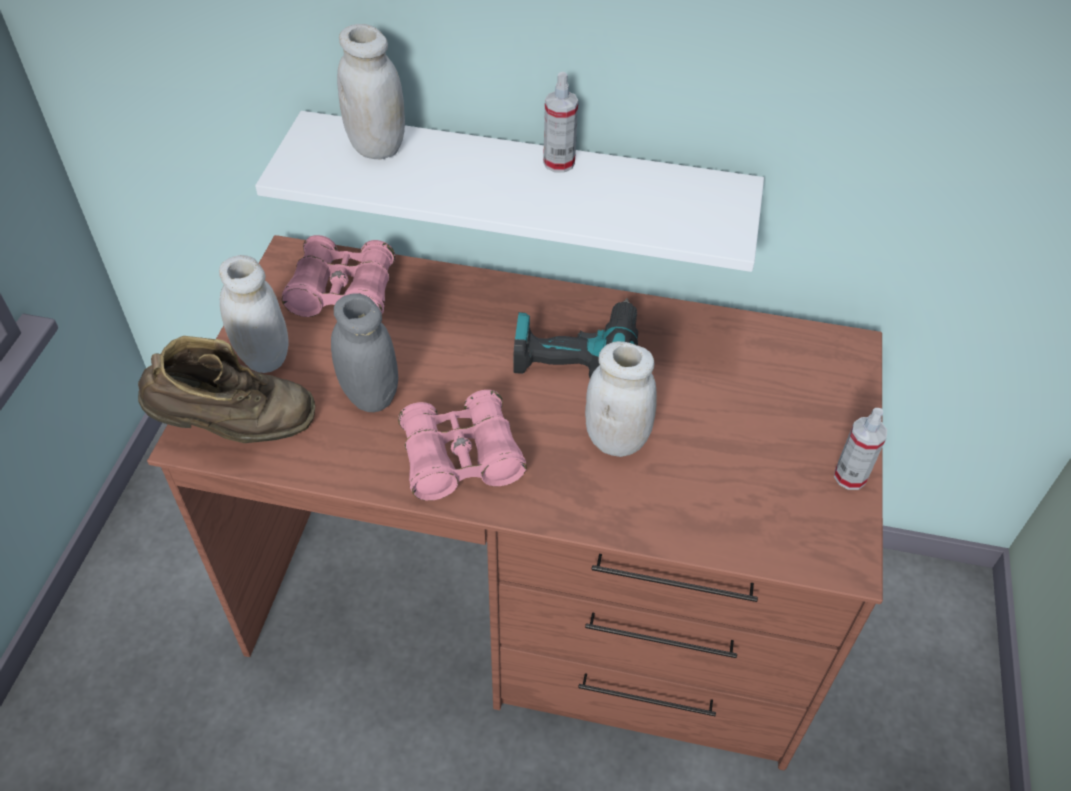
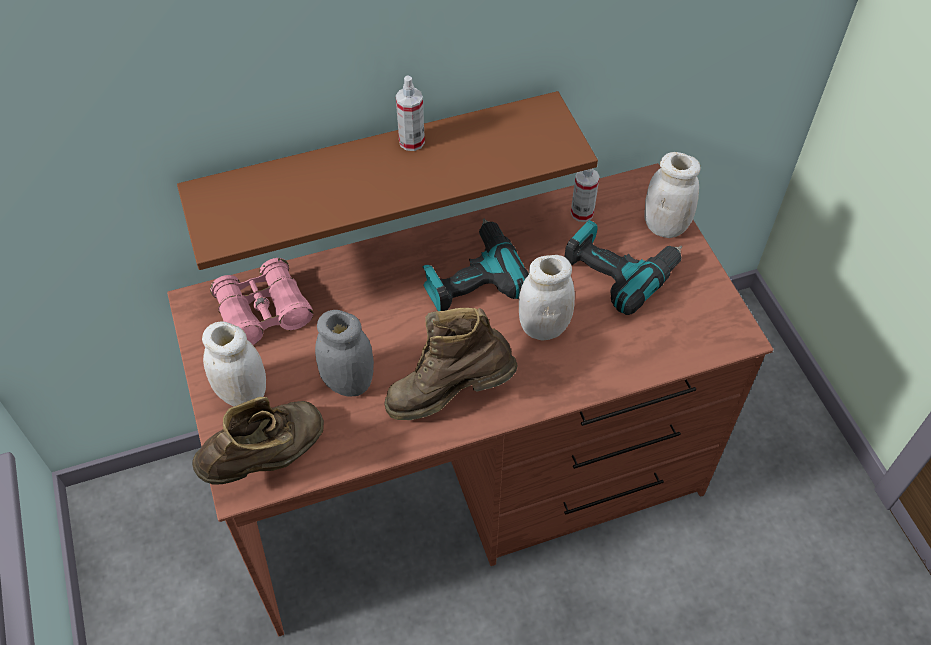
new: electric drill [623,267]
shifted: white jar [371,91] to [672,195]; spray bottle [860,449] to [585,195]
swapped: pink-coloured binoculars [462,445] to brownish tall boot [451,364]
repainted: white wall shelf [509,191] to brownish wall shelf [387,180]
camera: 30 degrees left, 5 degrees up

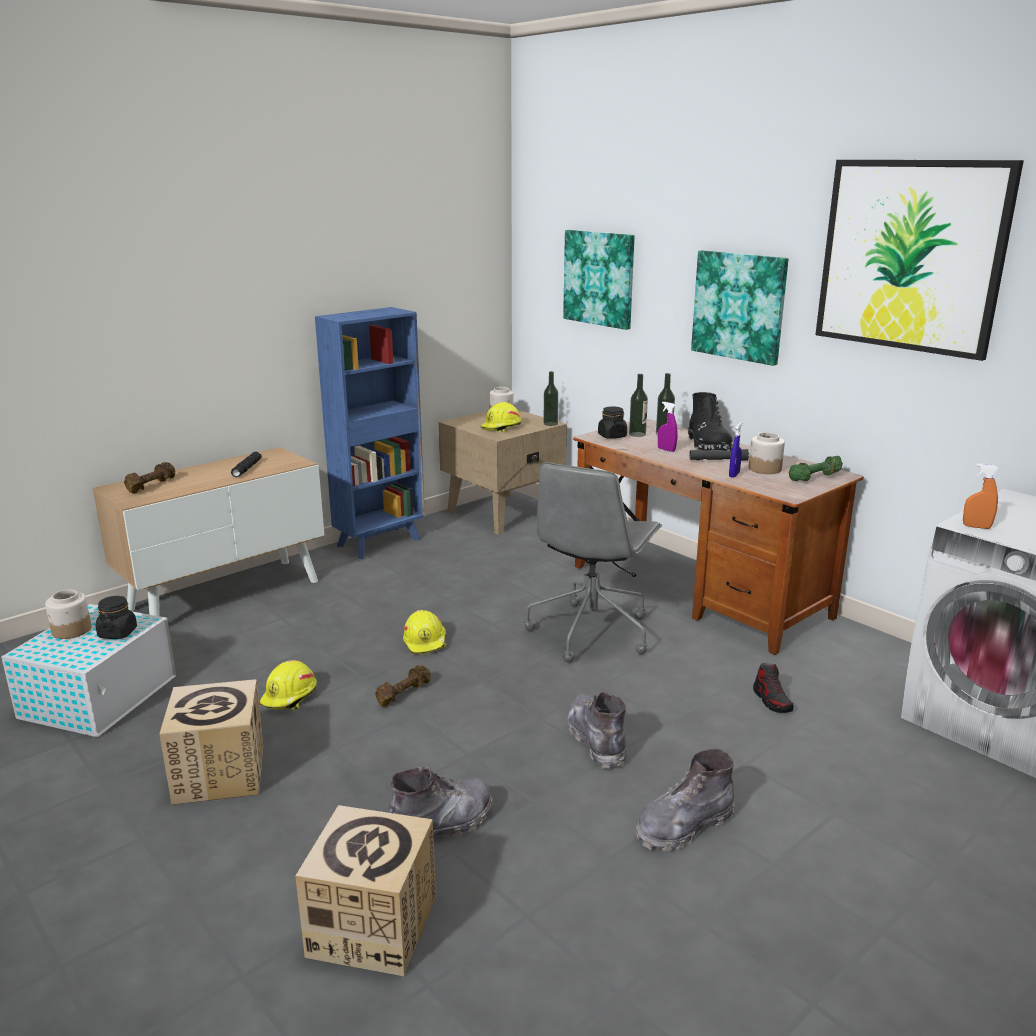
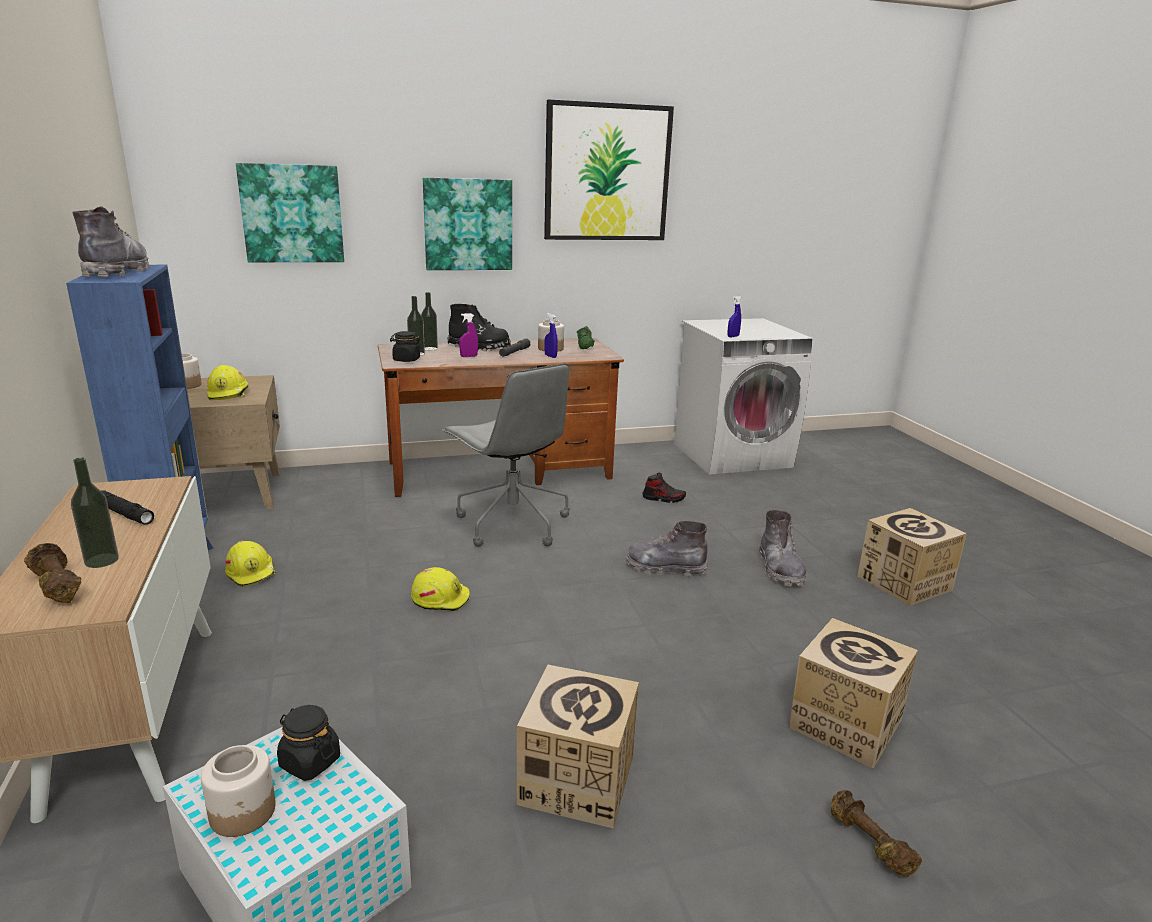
new: packing box [912,557]
shifted: yellow safety helmet [288,685] to [250,564]; brownish free weight [403,686] to [876,833]; greyish tall boot [440,802] to [110,241]; bottle [550,398] to [95,512]
repainted: orange spray bottle [981,496] to blue-coloured spray bottle [734,316]
camera: 65 degrees left, 0 degrees up

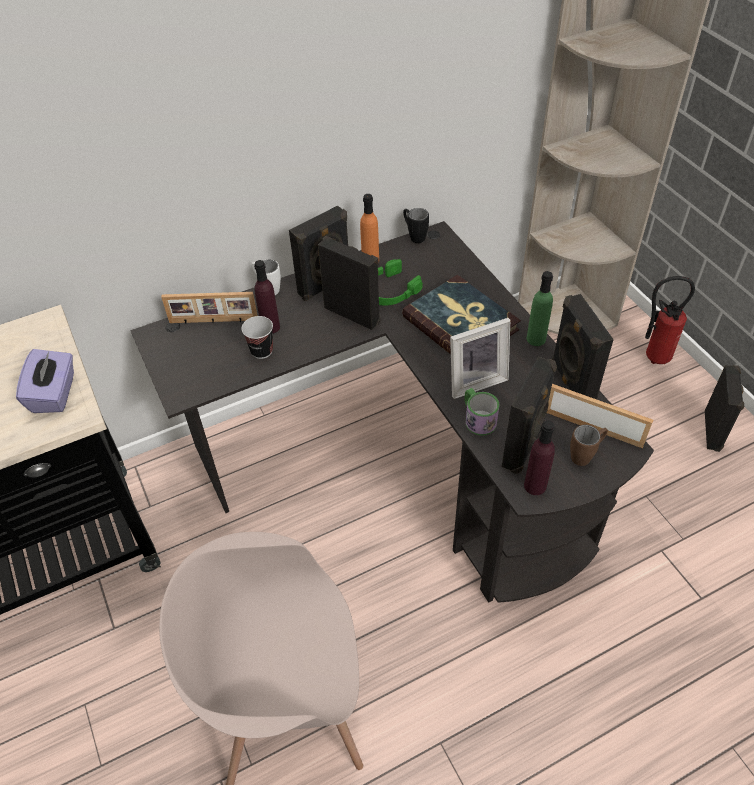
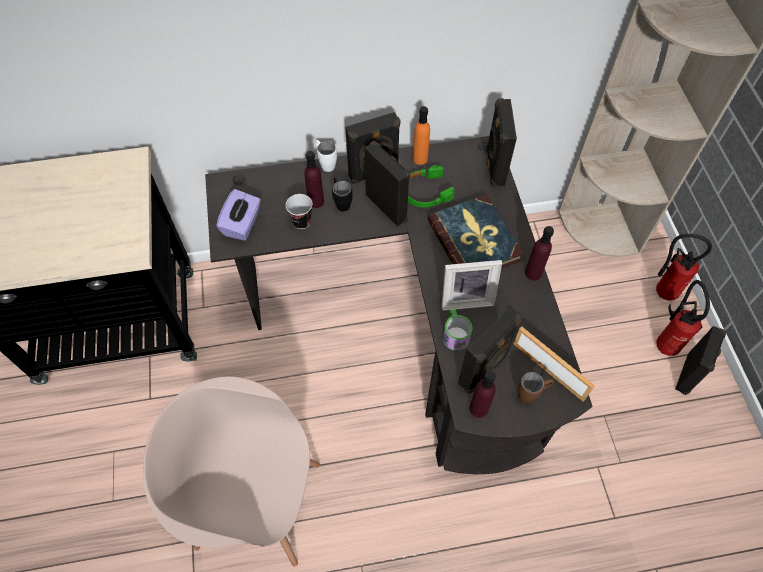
gone: standing frame [209,308]
new: fire-fighting cylinder [683,318]
shifted: purplish tissue box [45,381] to [238,215]; black coffee mug [416,225] to [342,194]; black speaker [583,346] to [501,142]
repainted: greenish bottle [540,308] to purplish bottle [539,253]
camera: 15 degrees right, 10 degrees up

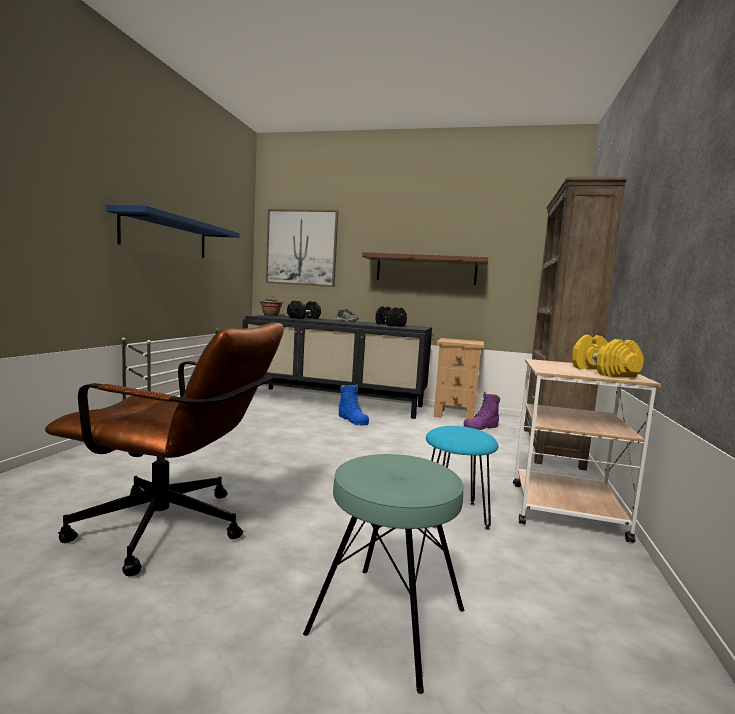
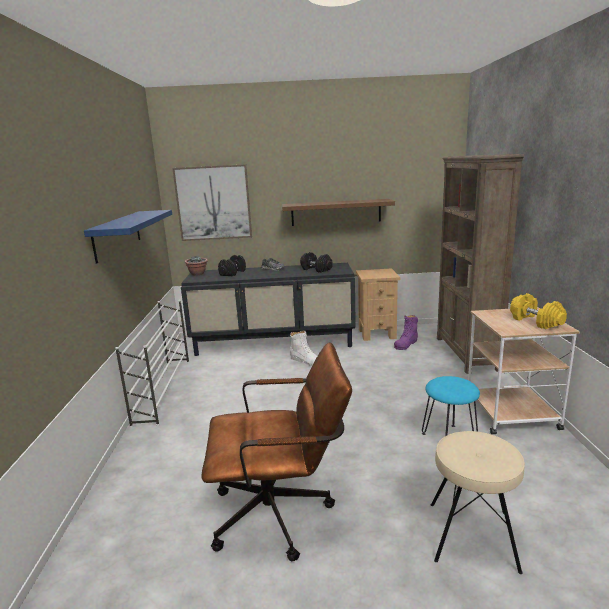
repainted: blue-green sitting stool [383,574] to beige sitting stool [478,502]; blue-coloured tall boot [354,404] to white tall boot [303,348]
camera: 15 degrees left, 10 degrees up

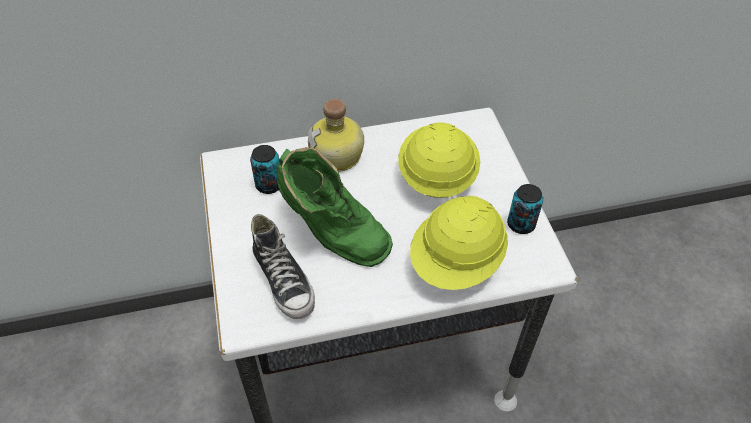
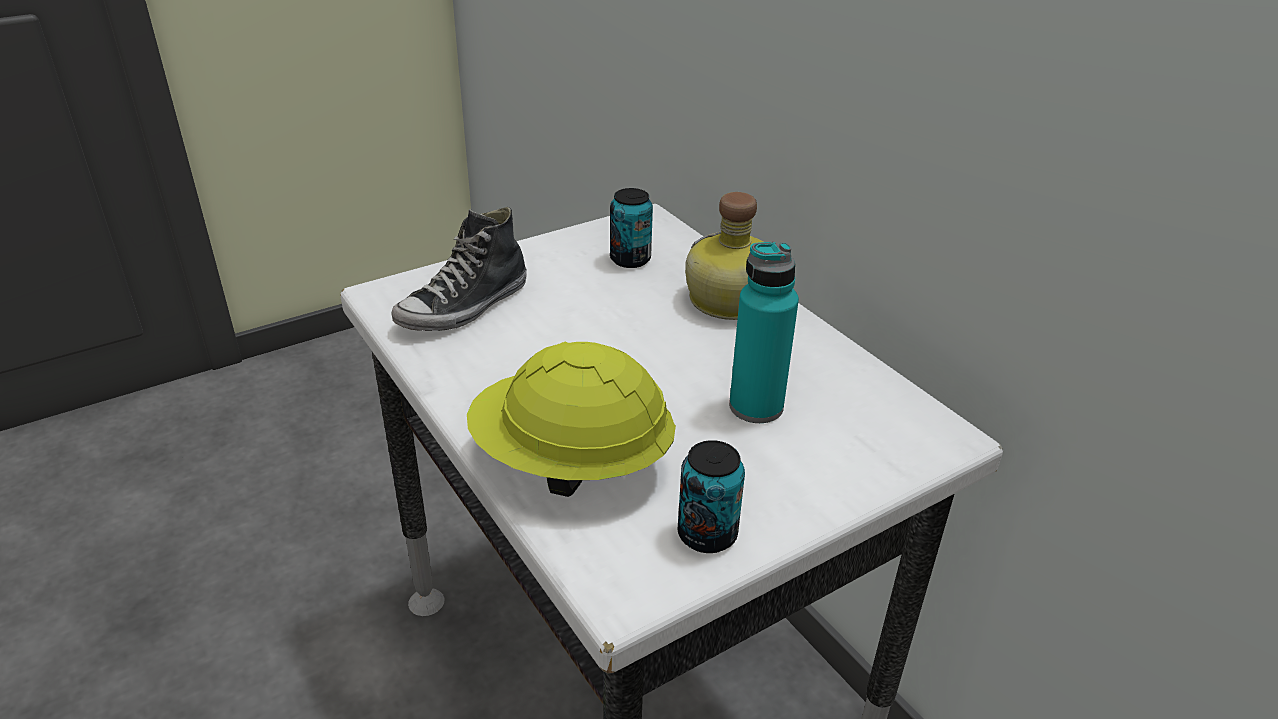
gone: greenish tall boot [335,207]
swapped: yellow safety helmet [439,160] to blue-green bottle [764,332]
camera: 70 degrees right, 15 degrees down

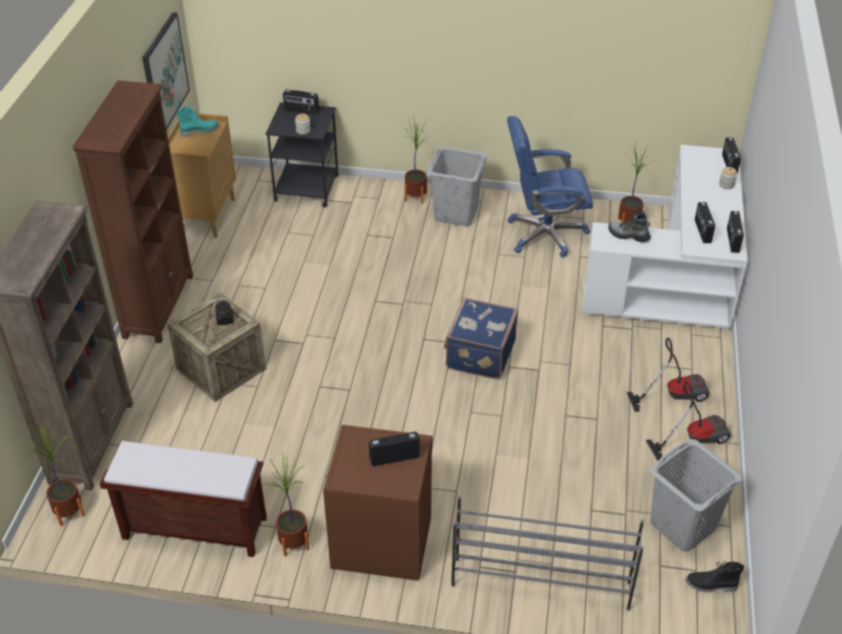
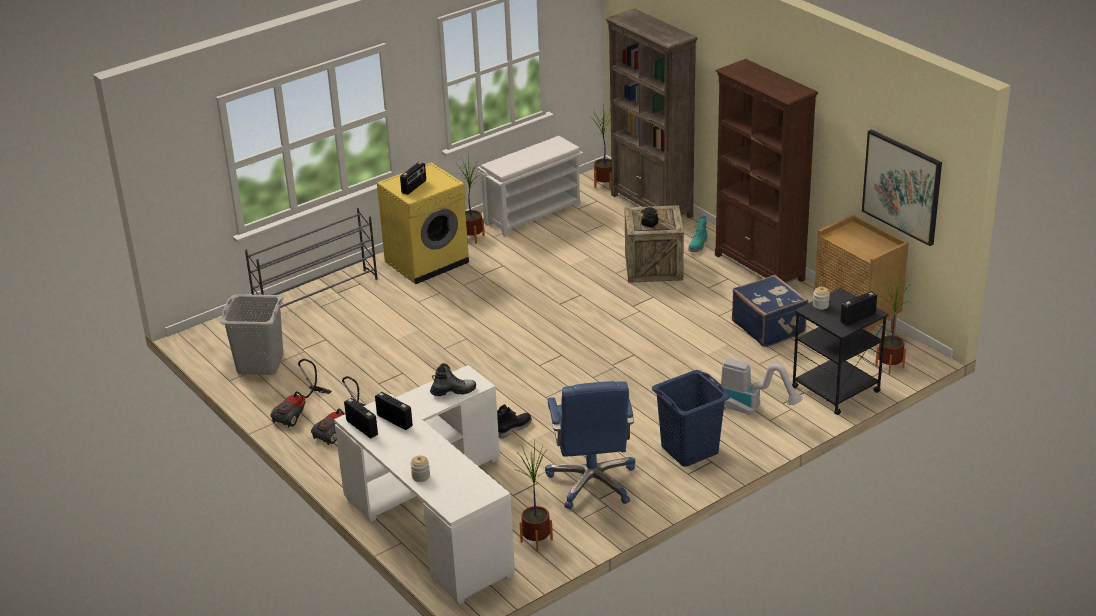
gone: radio receiver [731,156]
new: hoover [762,386]
shifted: blue-green tall boot [197,121] to [697,234]; plant in a pot [416,161] to [893,325]; blue-coloured travel case [481,338] to [770,311]; black tall boot [715,577] to [514,421]
repainted: brownish bench [183,499] to white bench [530,186]; brownish laundry appliance [377,503] to yellow laundry appliance [423,223]; greyish hamper [457,186] to blue-coloured hamper [691,418]
rotated: blue-coloured computer chair [550,187] = [590,445] 135 degrees clockwise
camera: 135 degrees right, 10 degrees down

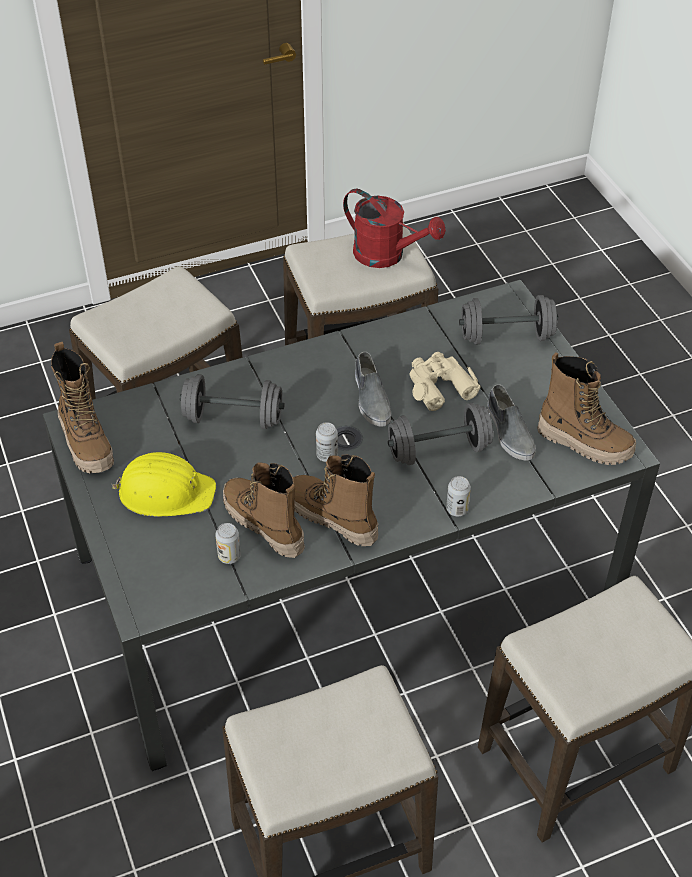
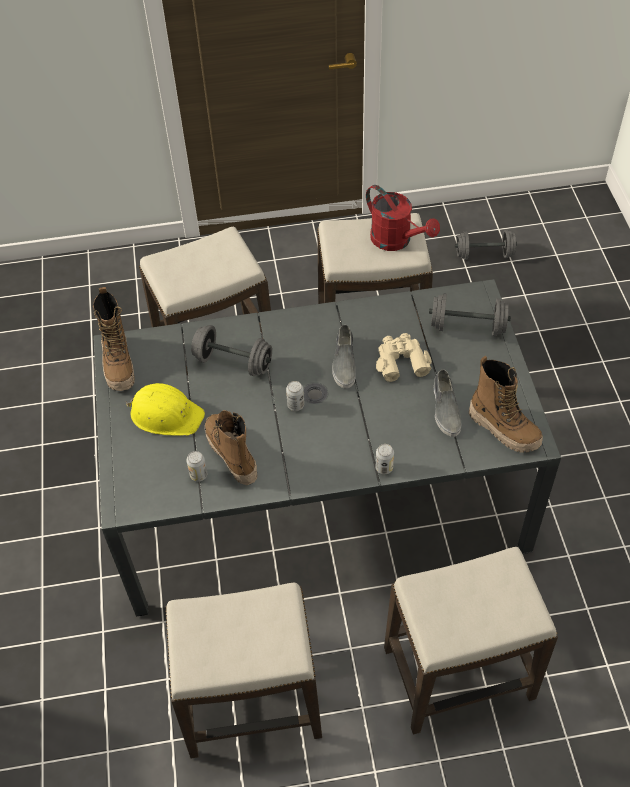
gone: tall boot [335,500]
shifted: greyish free weight [440,434] to [486,245]
camera: 15 degrees right, 5 degrees up

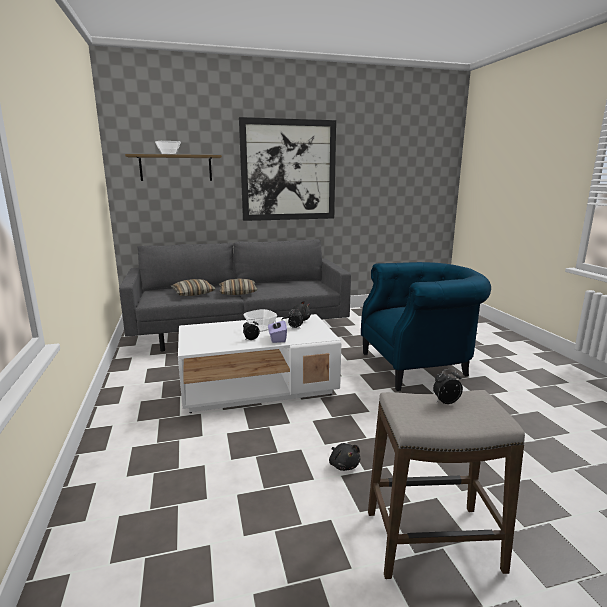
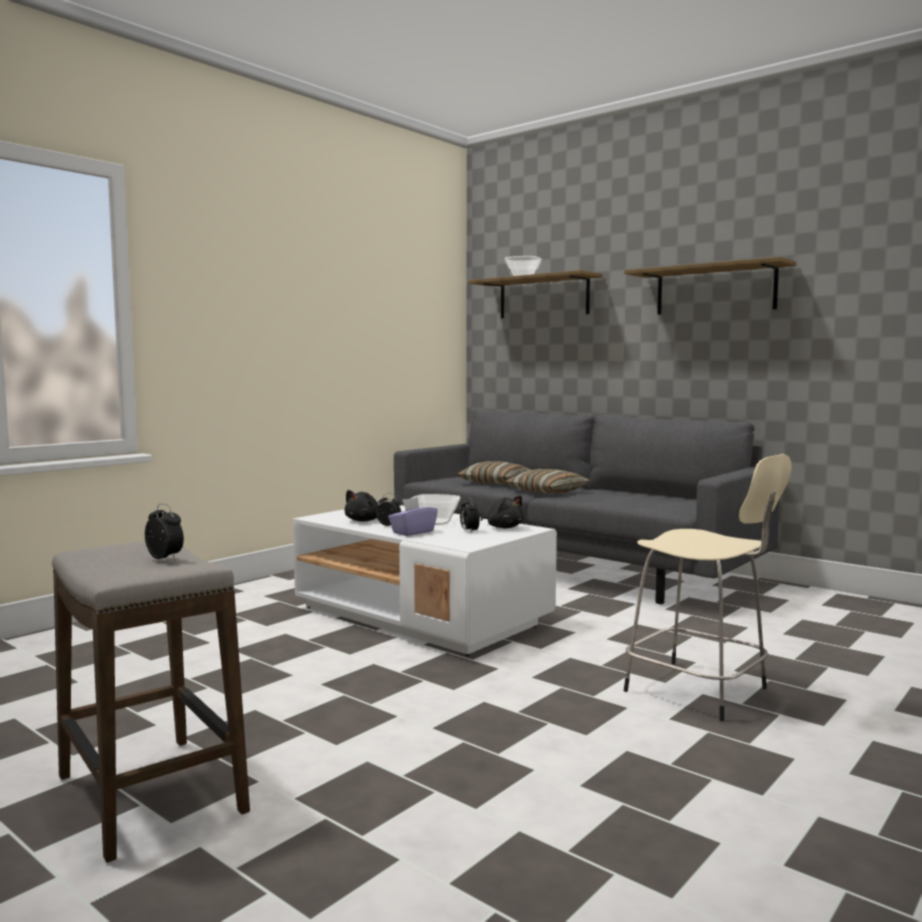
shifted: black cuddly toy [344,457] to [361,506]
swapped: picture [287,169] to wall shelf [710,286]; blue-coloured armchair [426,326] to beige sitting stool [707,588]
camera: 55 degrees right, 10 degrees down

